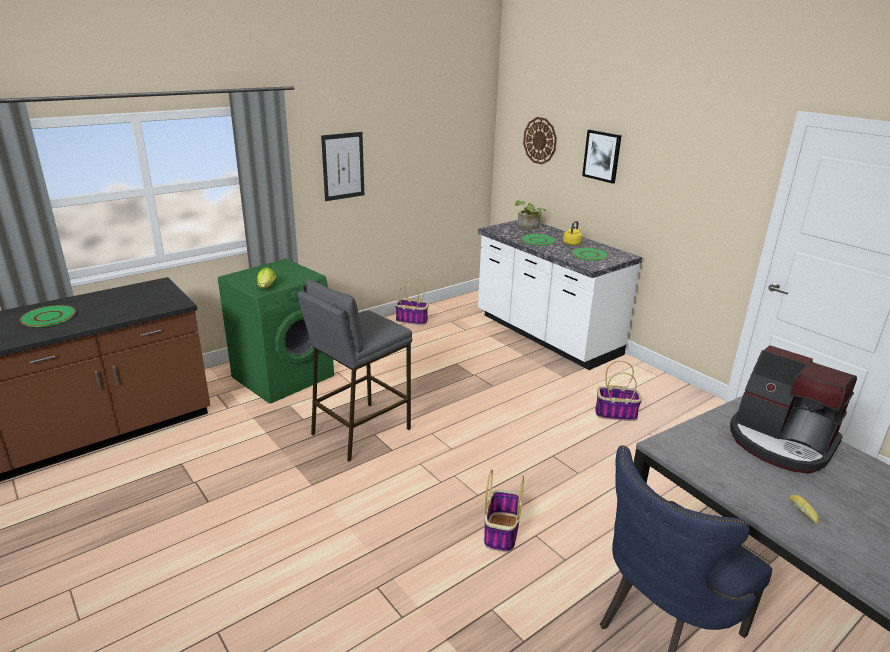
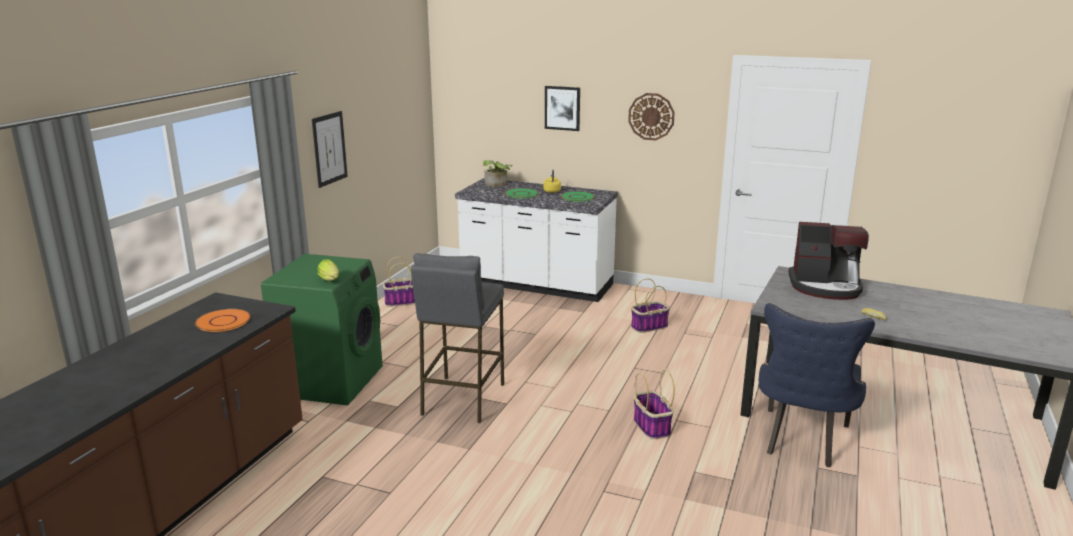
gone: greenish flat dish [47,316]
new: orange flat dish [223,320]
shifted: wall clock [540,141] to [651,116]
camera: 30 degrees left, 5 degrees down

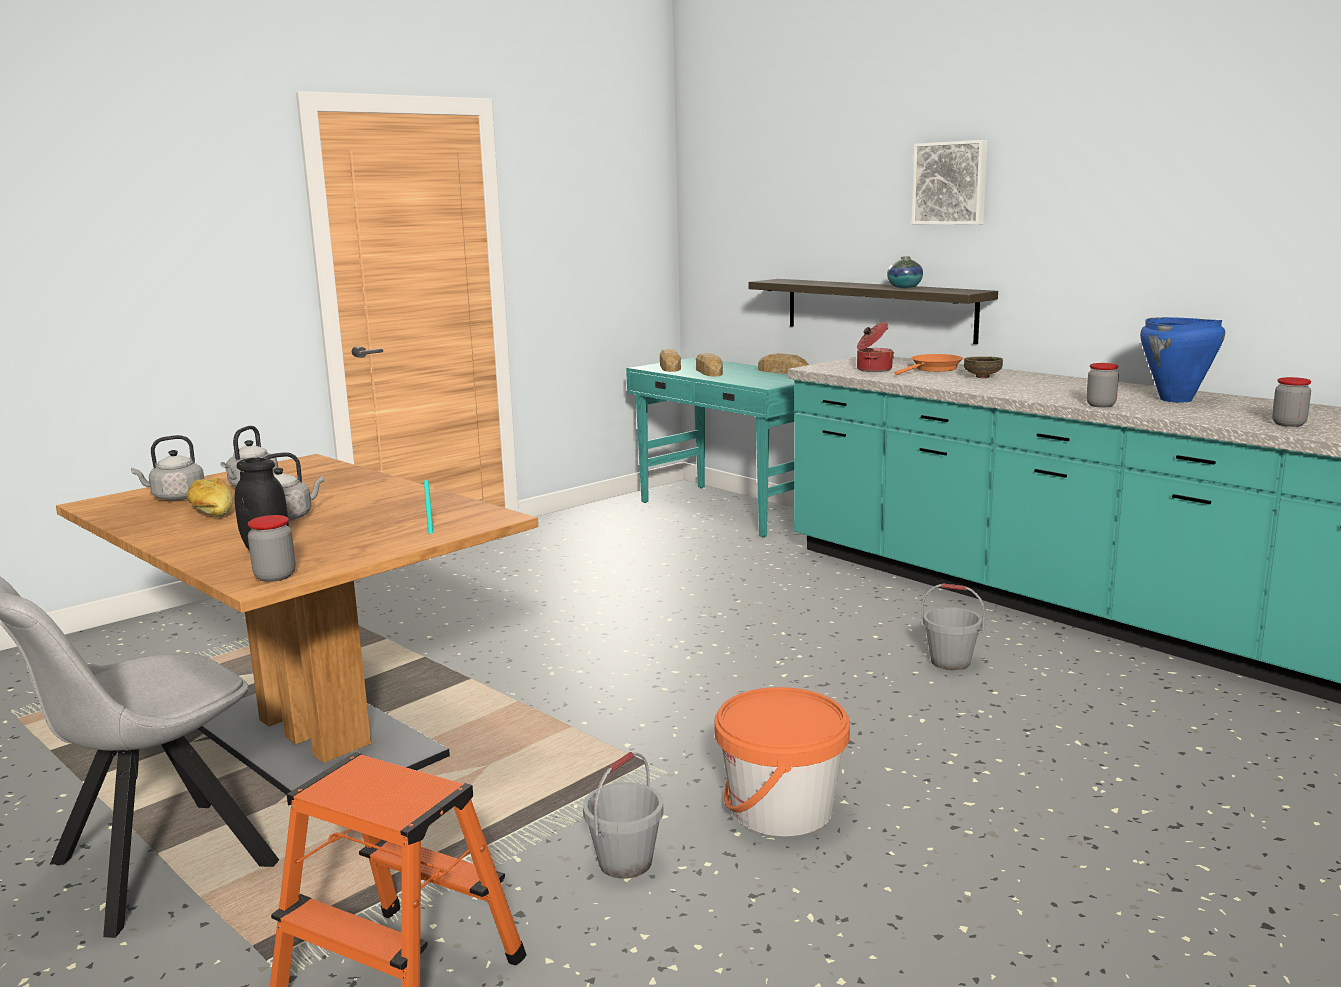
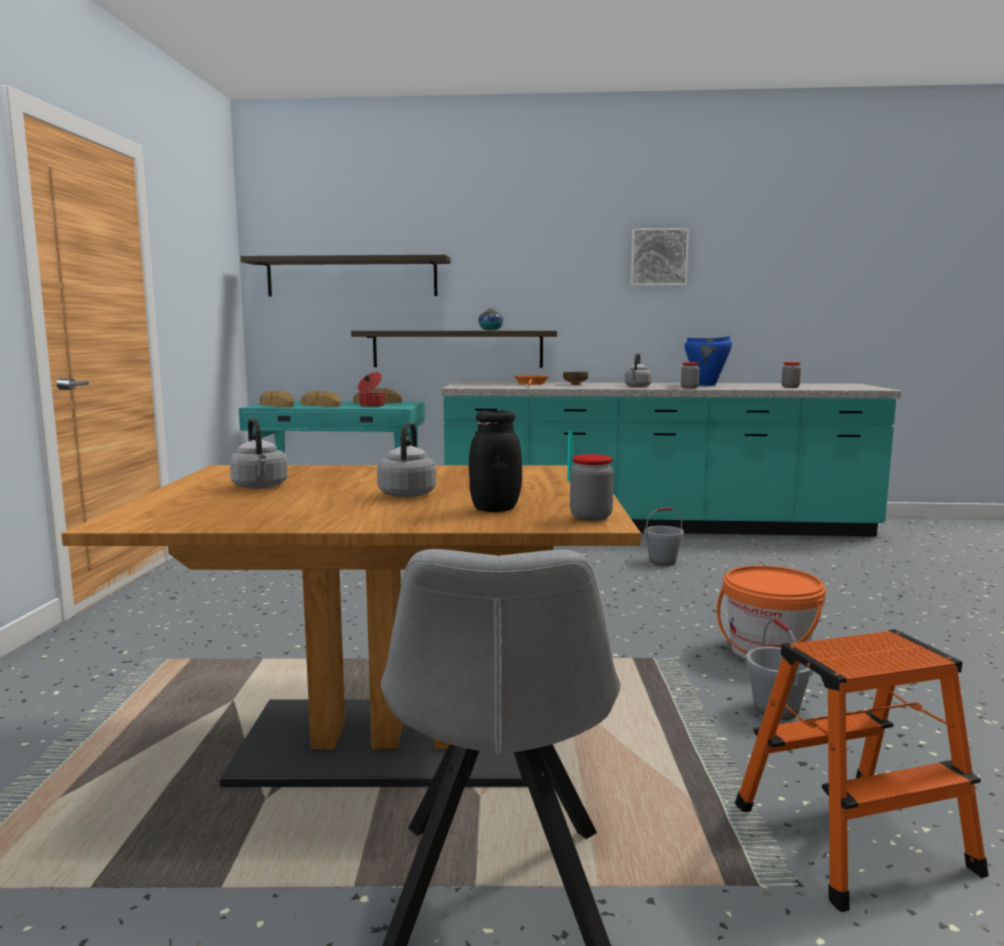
gone: baked bread [210,497]
new: wall shelf [345,275]
shifted: greyish water kettle [167,467] to [638,370]; saucepot [875,347] to [371,389]; picture [949,182] to [659,257]
camera: 45 degrees left, 5 degrees down

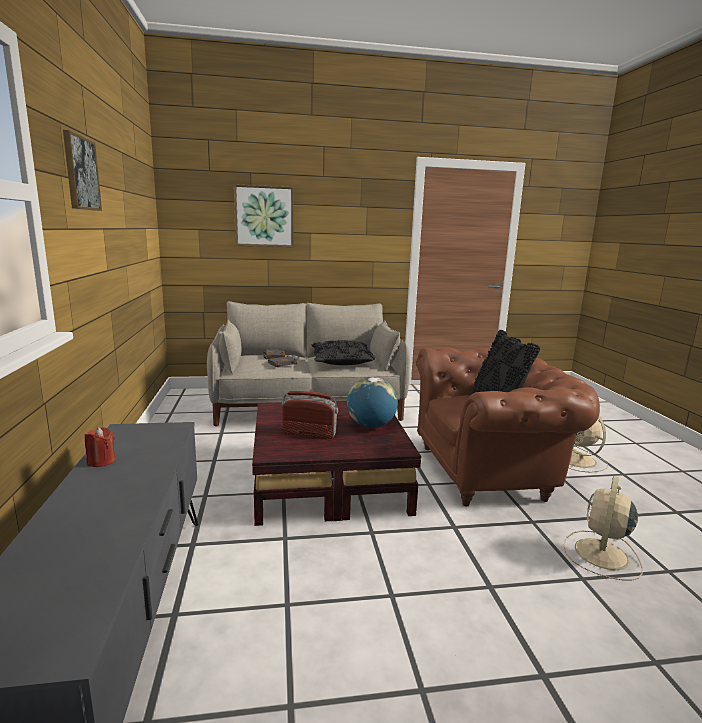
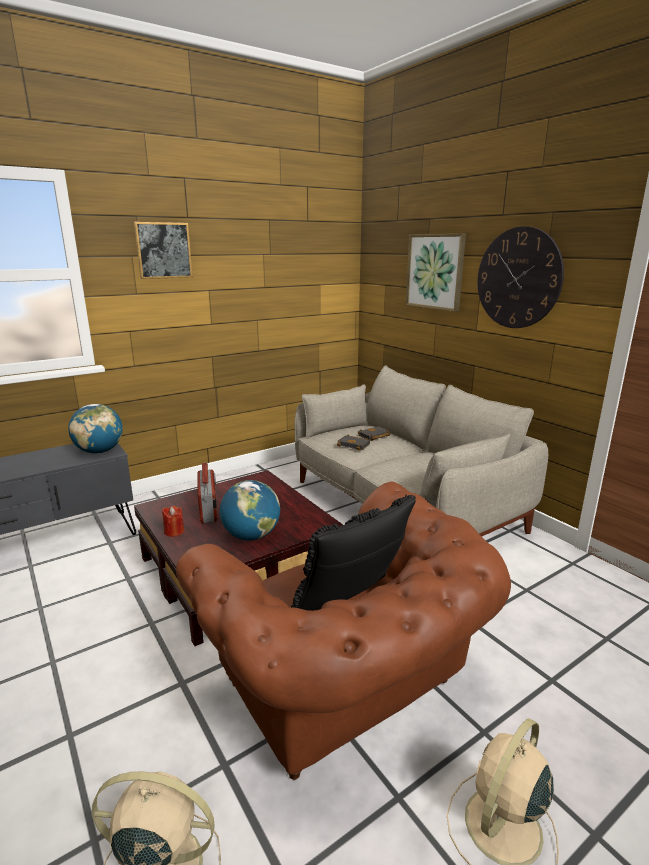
gone: black cushion [343,352]
new: globe [95,429]; wall clock [520,277]
shifted: red-coloured wax candle [100,447] to [173,521]
camera: 65 degrees right, 5 degrees up

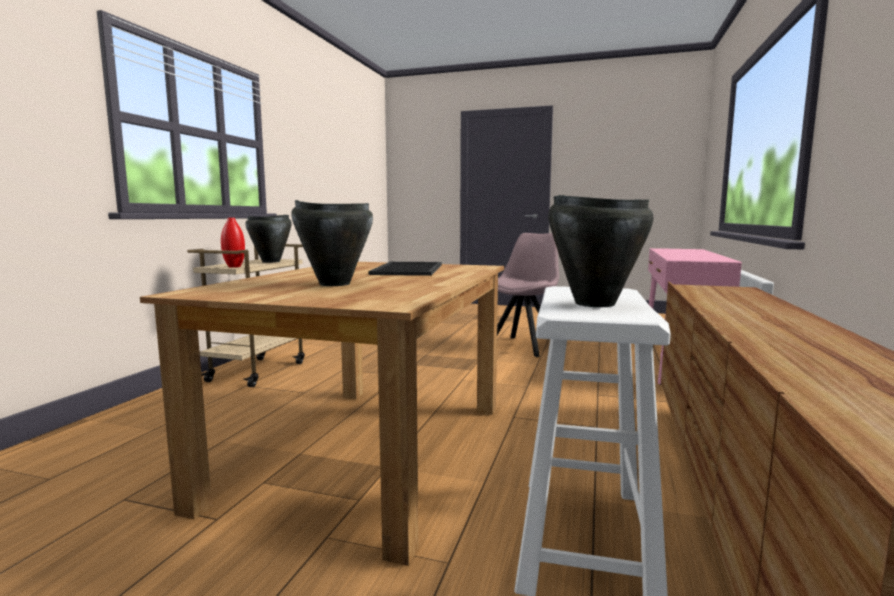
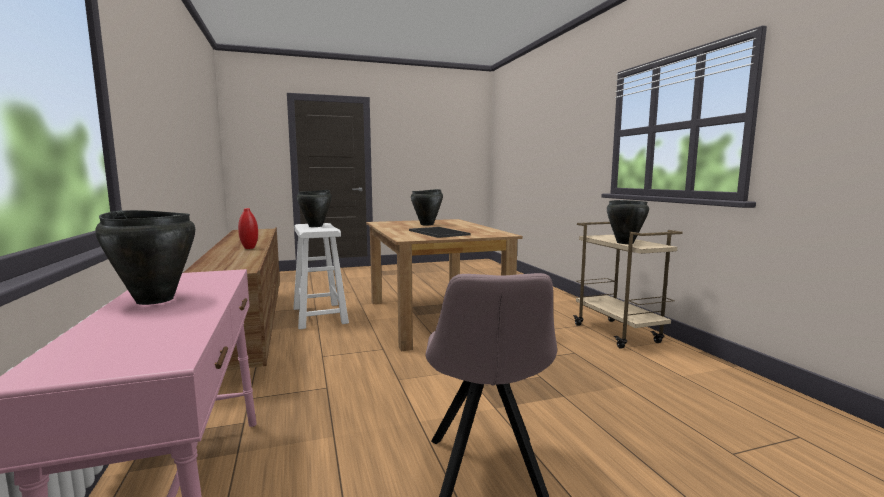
new: black saucepot [145,257]
shifted: red-coloured decorative vase [233,243] to [248,228]
camera: 145 degrees right, 0 degrees up

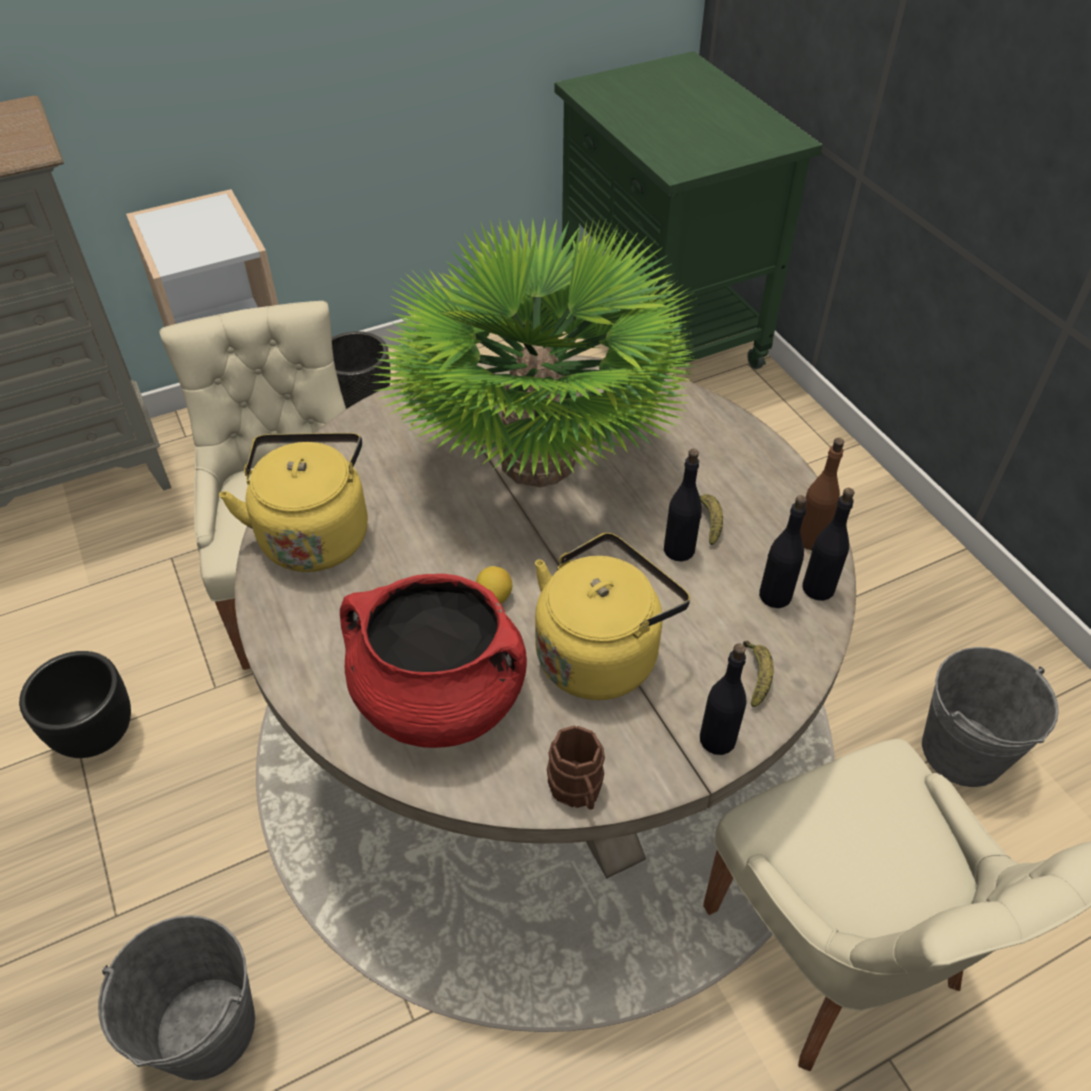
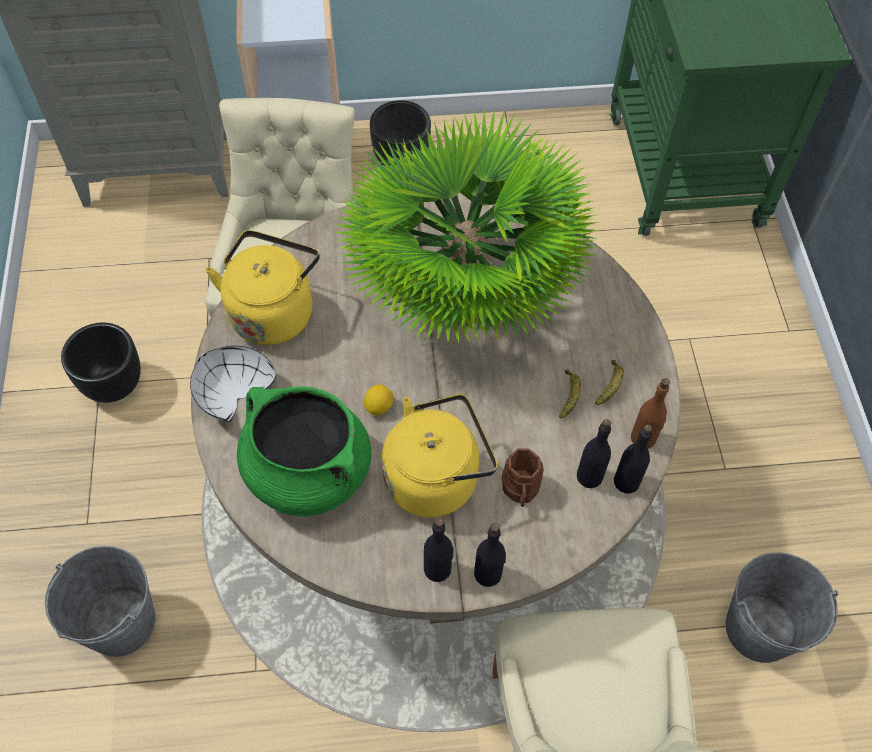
new: white serving bowl [233,384]
shifted: brownish coffee mug [576,768] to [523,477]; black bottle [683,505] to [439,550]; banana fruit [758,674] to [609,382]
repainted: red-coloured saucepot [433,661] to greenish saucepot [304,451]
camera: 20 degrees right, 10 degrees up

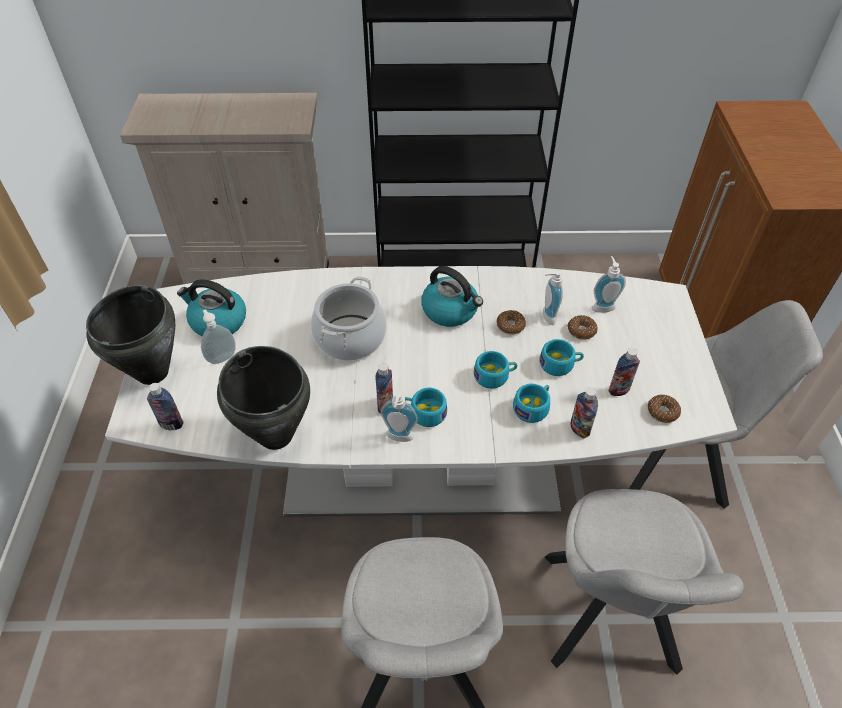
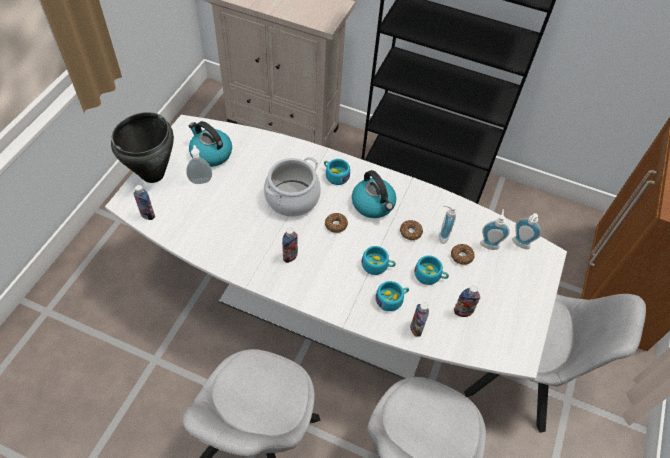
gone: black saucepot [263,398]
shifted: liquid soap bottle [399,417] to [526,231]; blue-green drinking cup [426,407] to [337,172]; ring doughnut [664,409] to [336,223]
camera: 20 degrees right, 5 degrees up

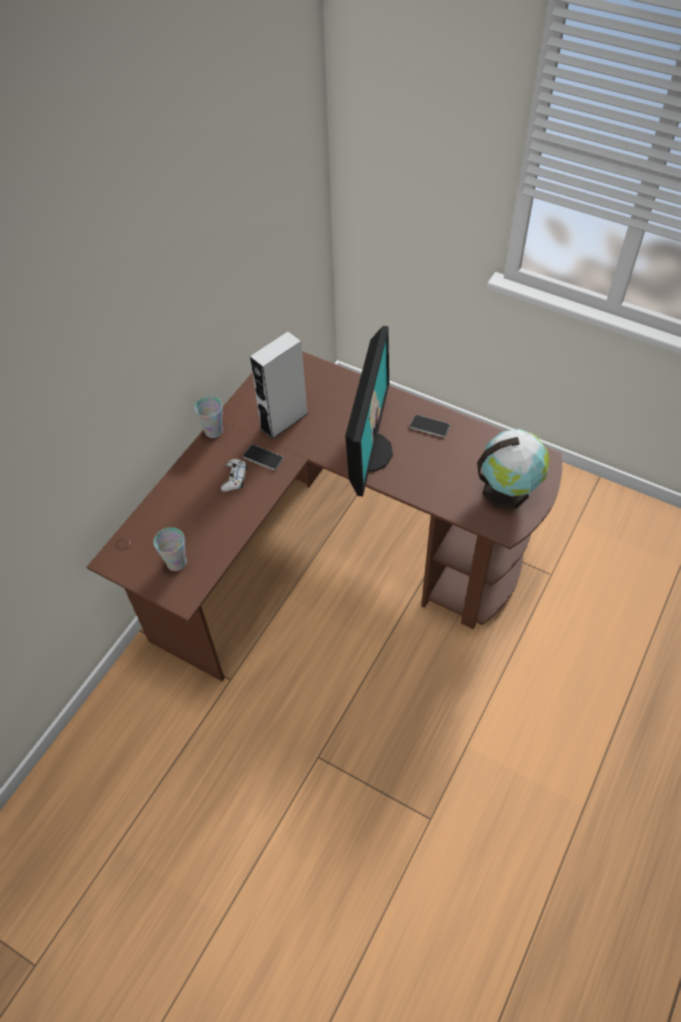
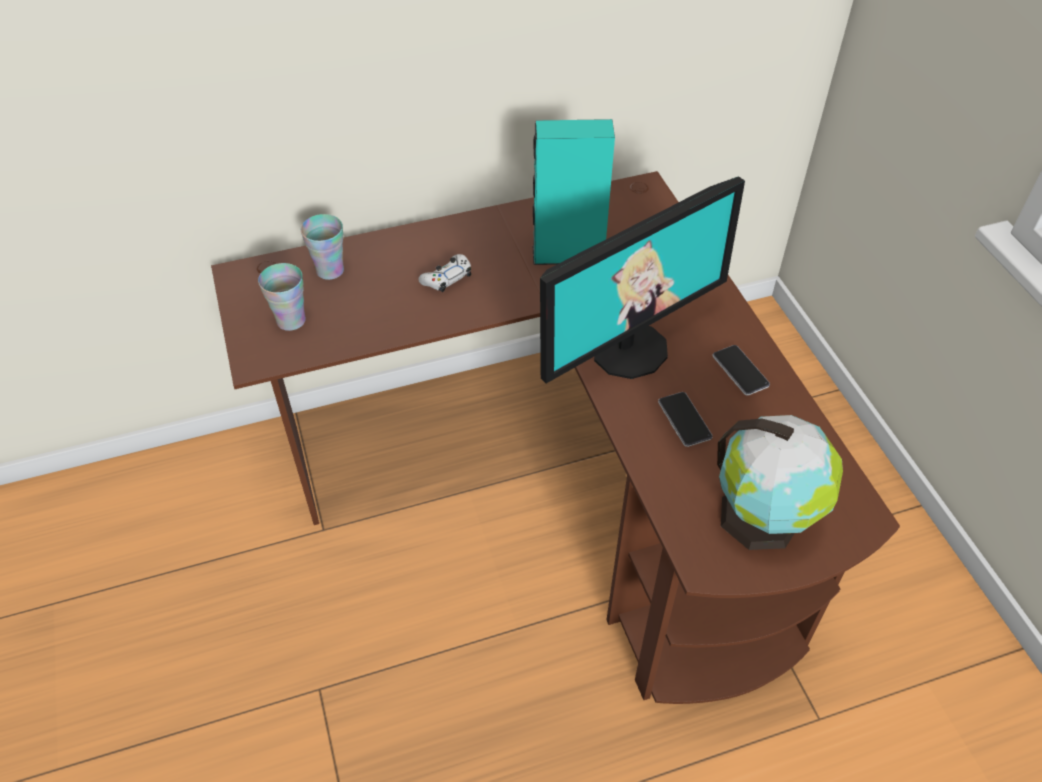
shifted: drinking cup [209,417] to [322,247]; handset [263,457] to [685,419]
repainted: greyish speaker [279,385] to blue-green speaker [574,192]
camera: 40 degrees right, 5 degrees down

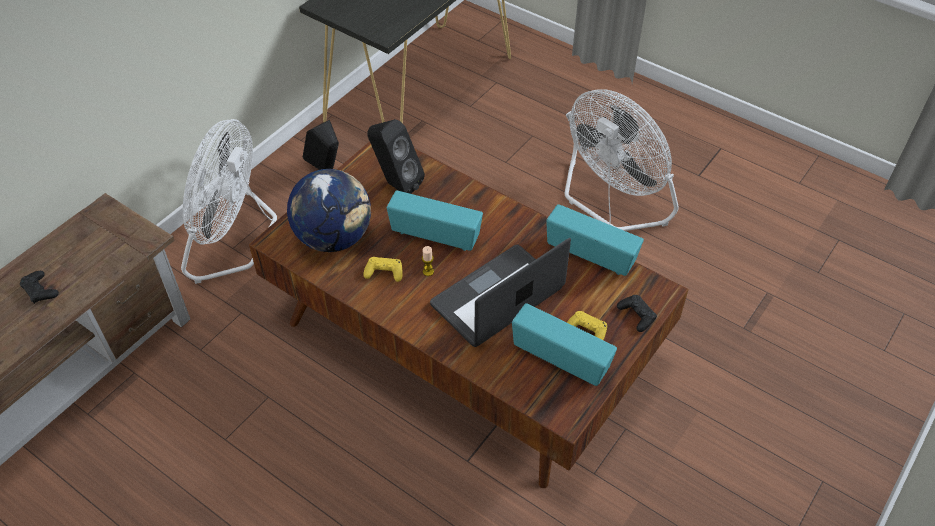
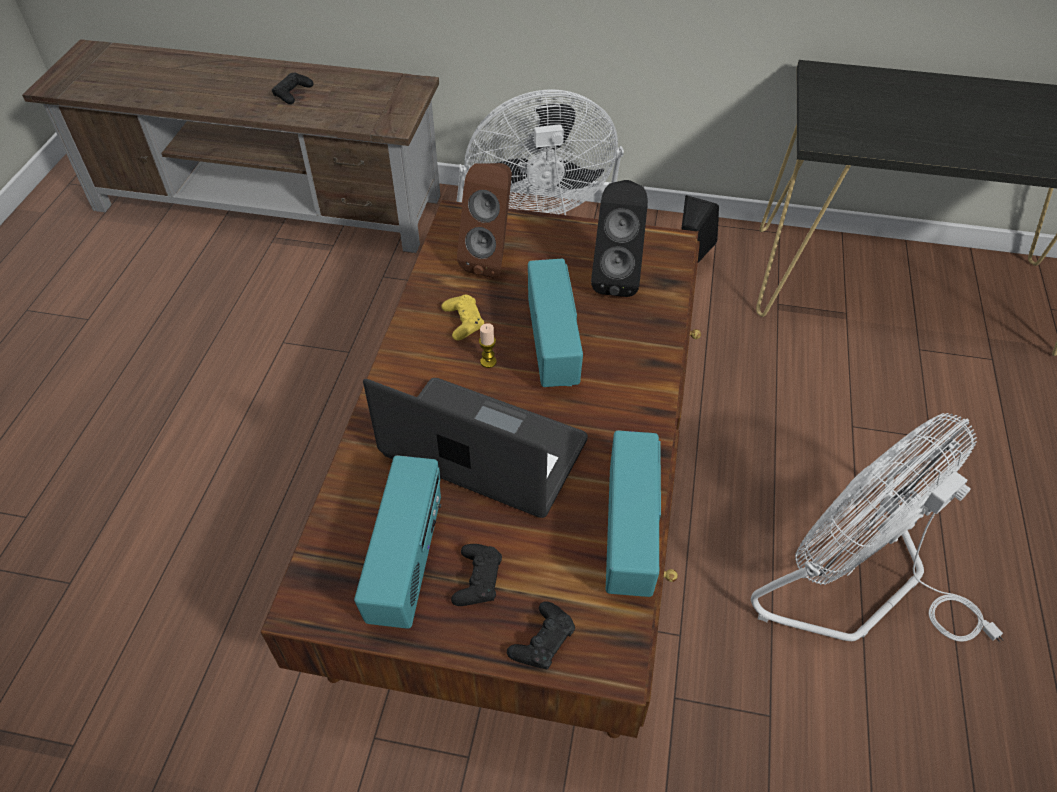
swapped: globe [329,210] to brownish speaker [484,220]
repainted: yellow gamepad [587,325] to black gamepad [476,575]
rotated: white cooling fan [622,160] = [877,527] 150 degrees counterclockwise
camera: 65 degrees right, 0 degrees up

